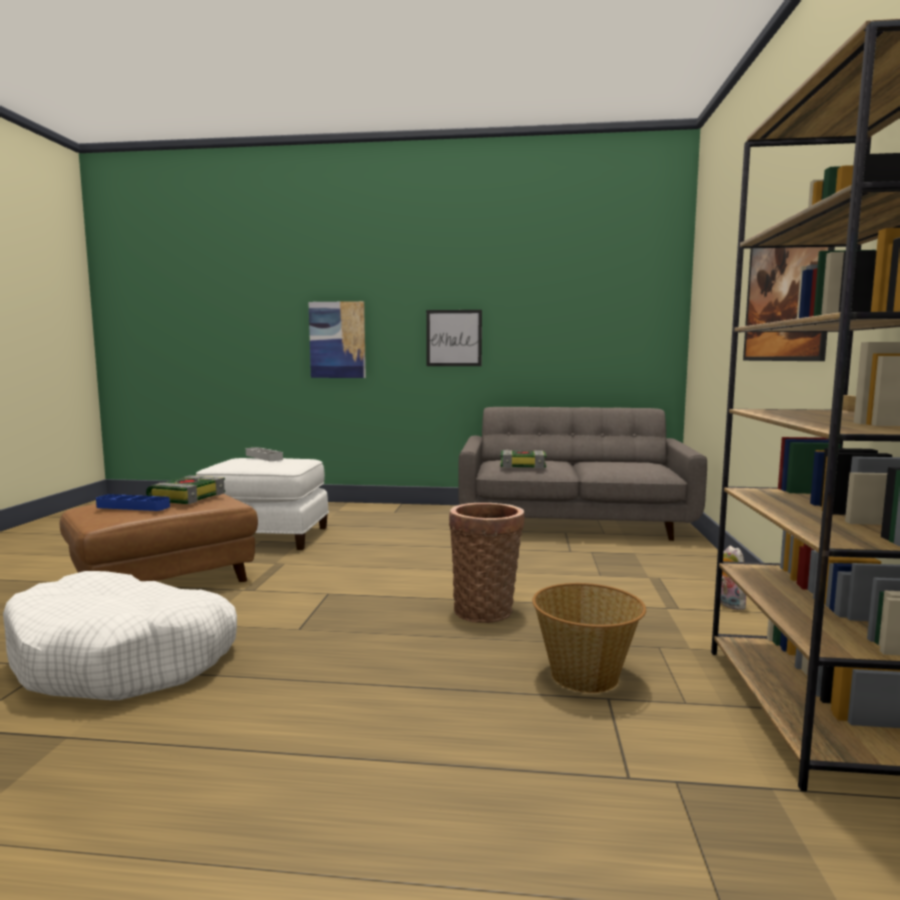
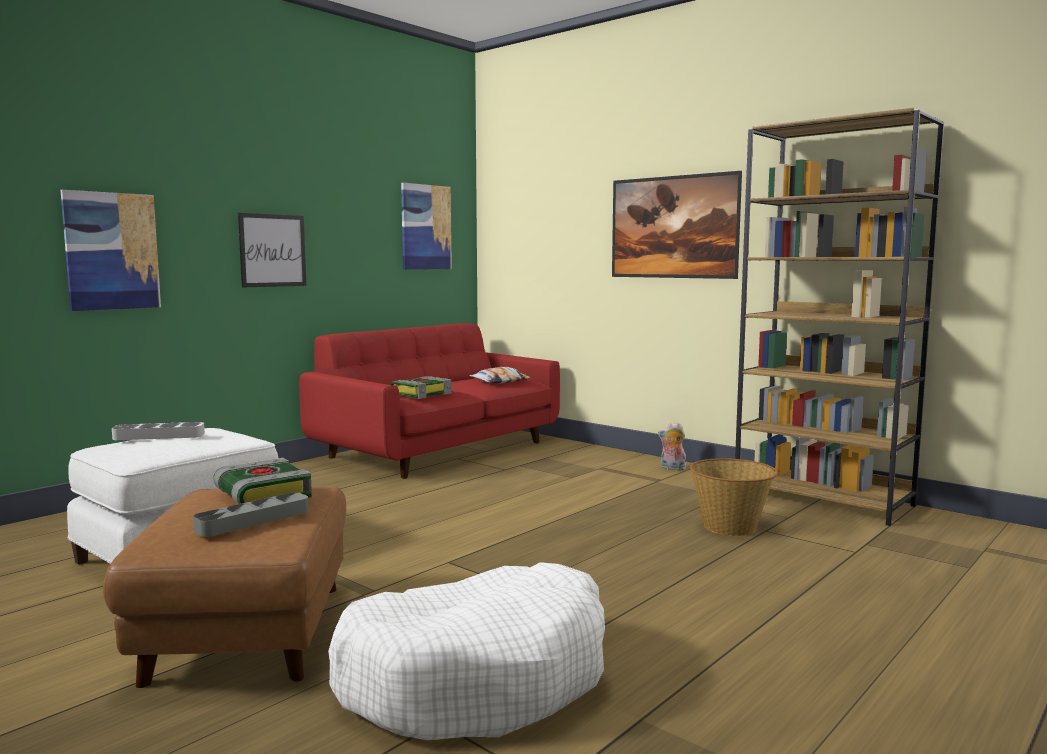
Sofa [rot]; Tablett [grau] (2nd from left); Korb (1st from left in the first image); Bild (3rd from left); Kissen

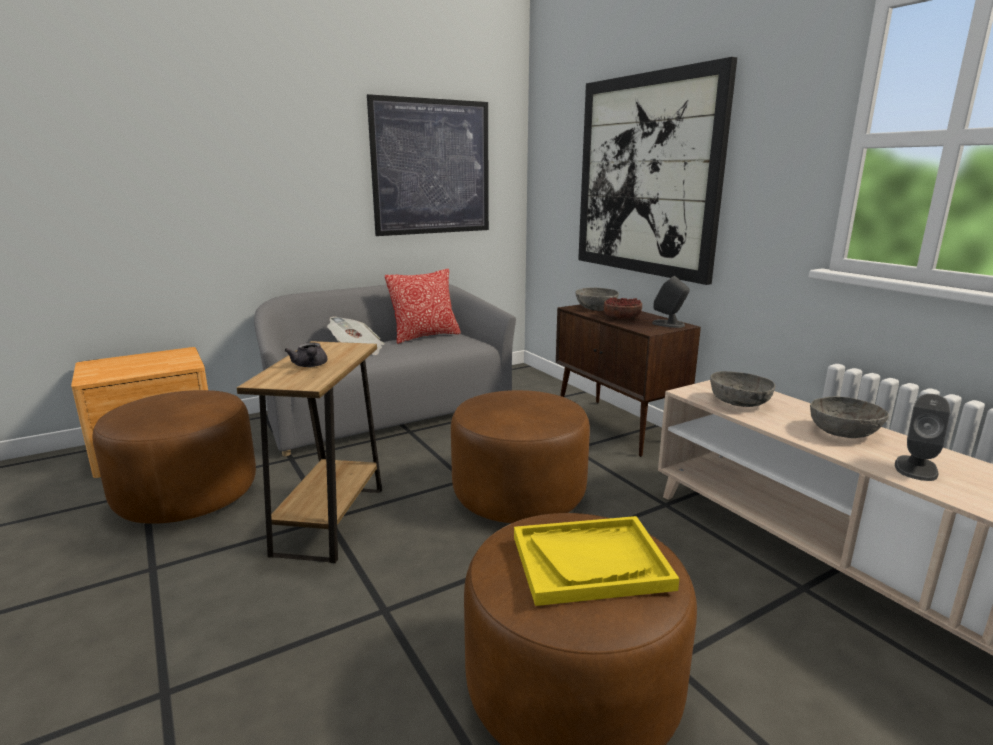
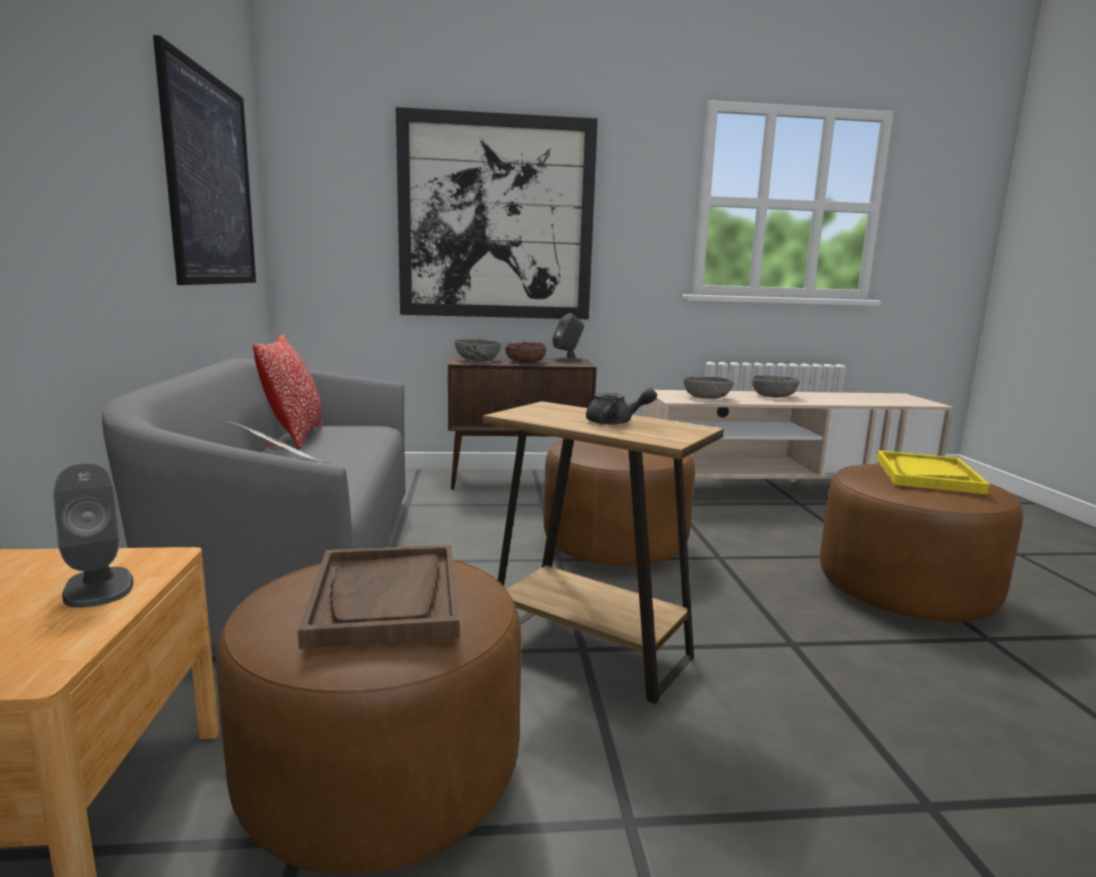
Lautsprecher [grau] (1st from left); Tablett [braun]

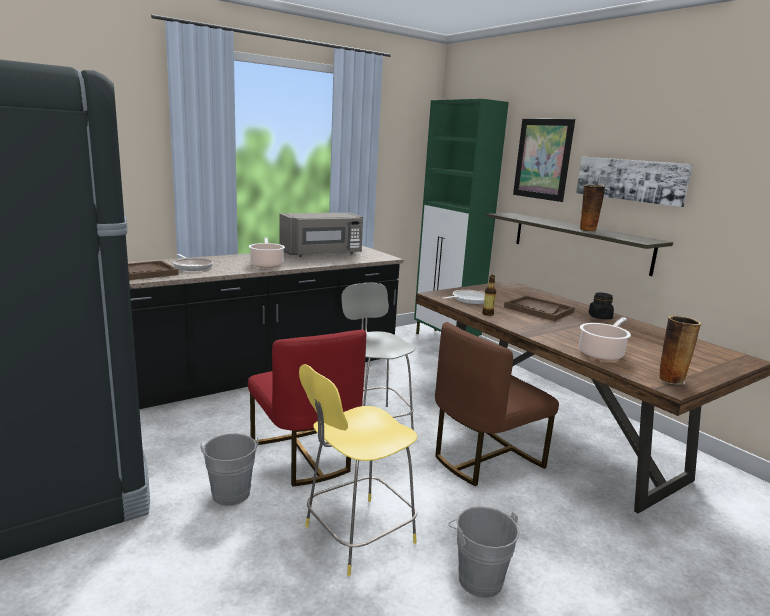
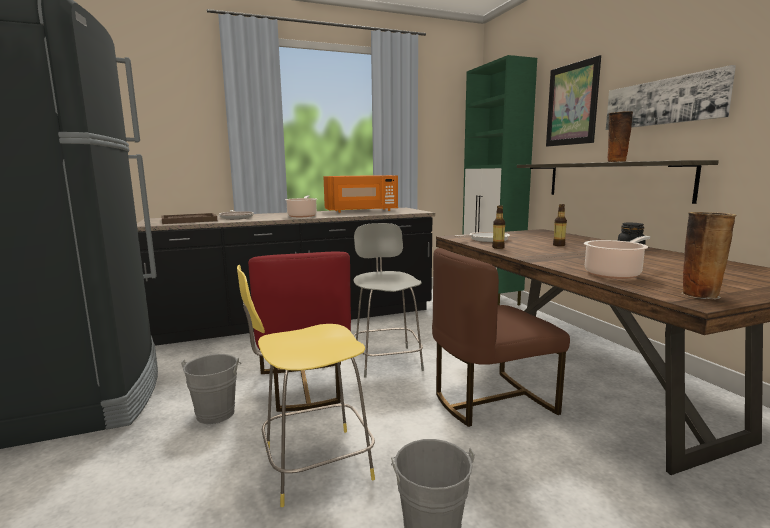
Mikrowelle [orange]; Flasche (2nd from left)

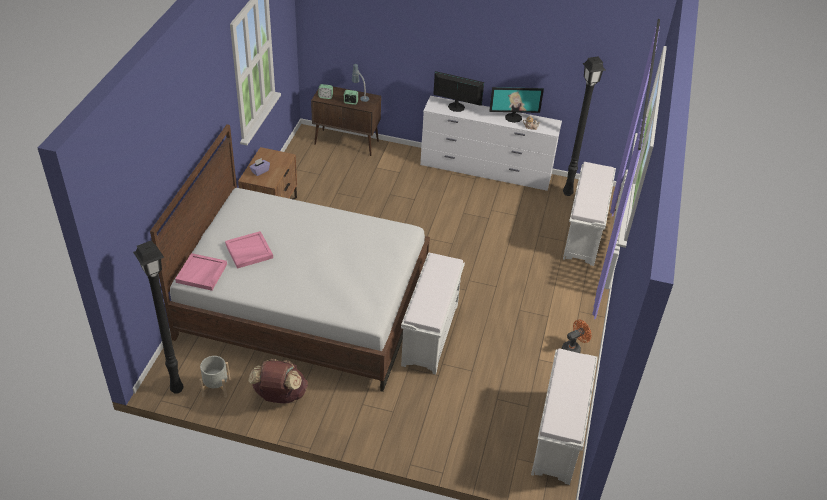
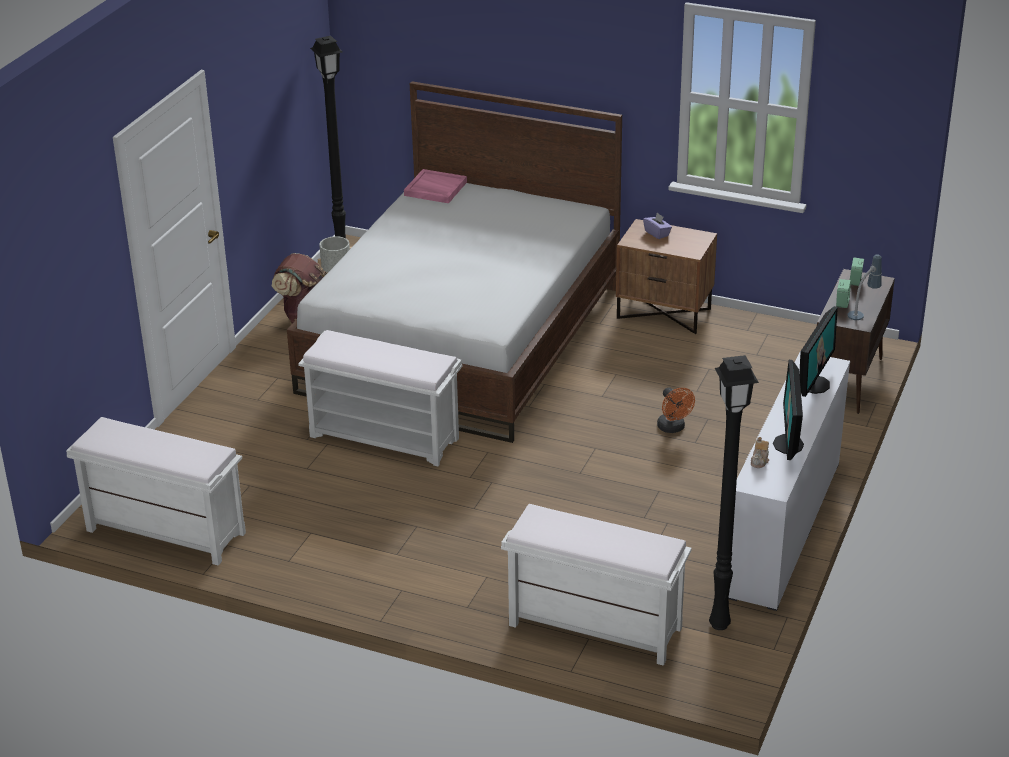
Tablett [rosa] (2nd from left in the first image); Ventilator [orange]

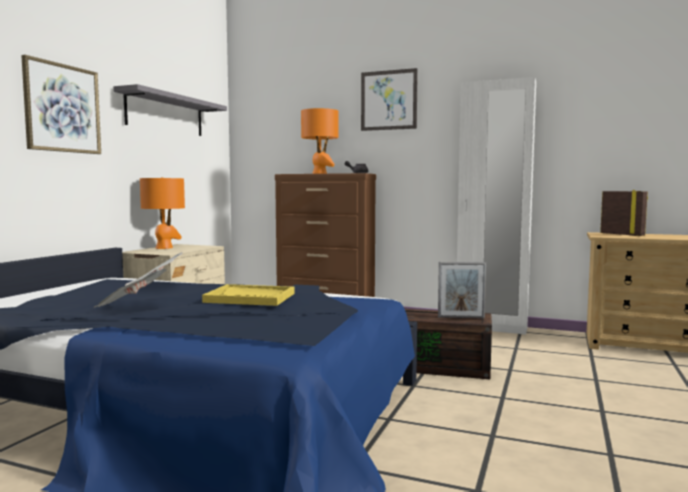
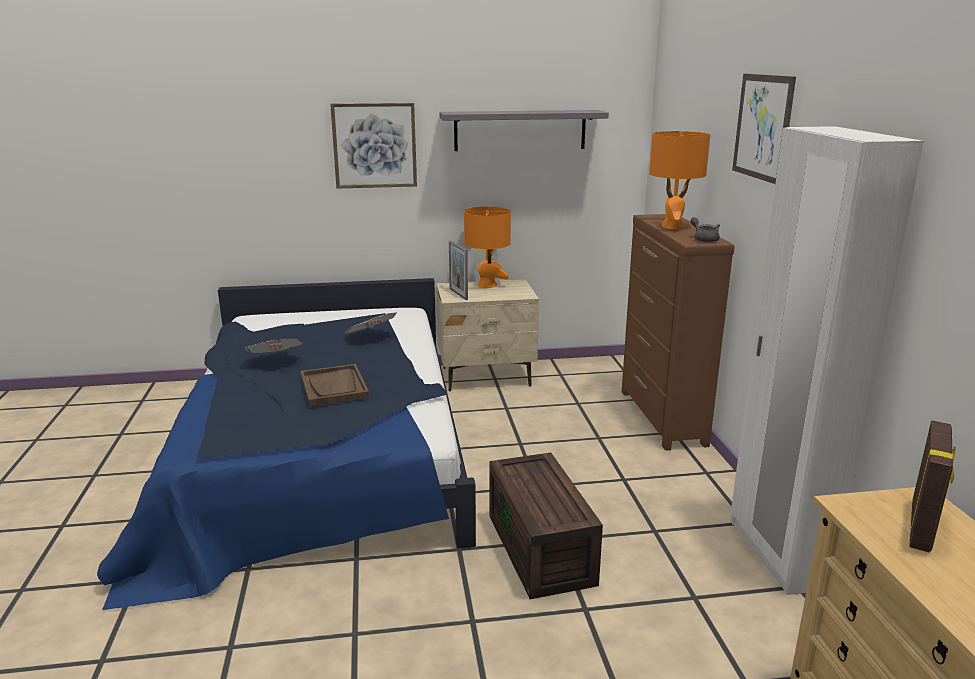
Bilderrahmen (1st from left); Tablett [braun]

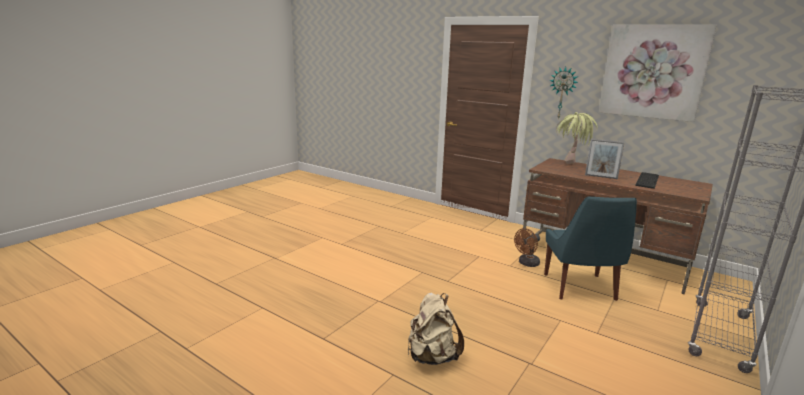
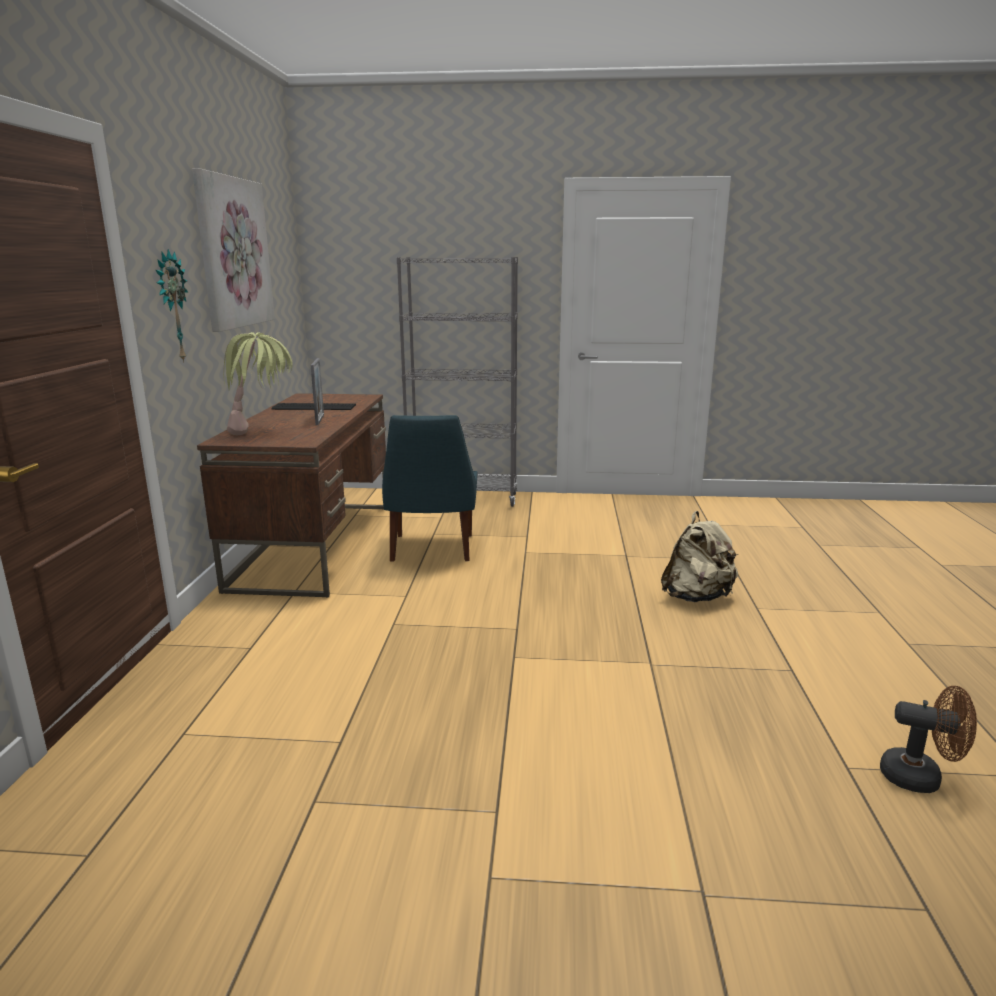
Stuhl [blau]; Ventilator [braun]

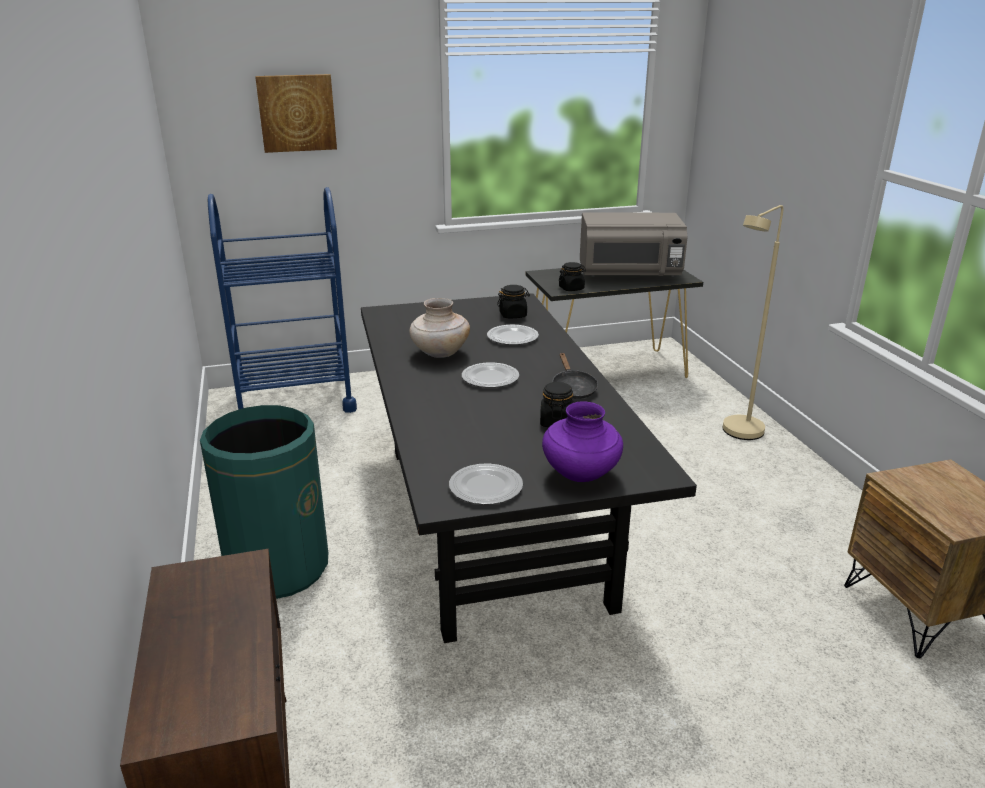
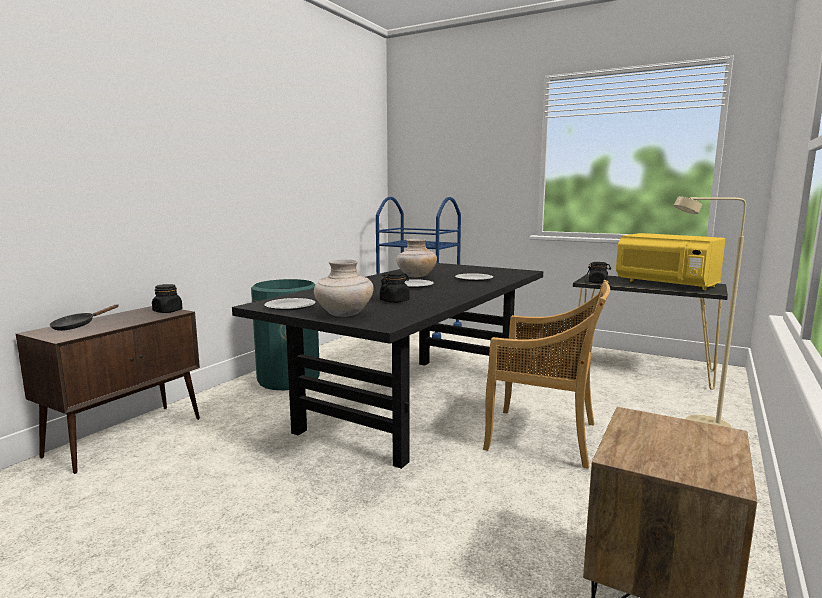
Bild; Mikrowelle [gelb]; Vorratsglas [schwarz] (1st from left); Pfanne [schwarz]; Vase [beige] (1st from left); Stuhl [beige]

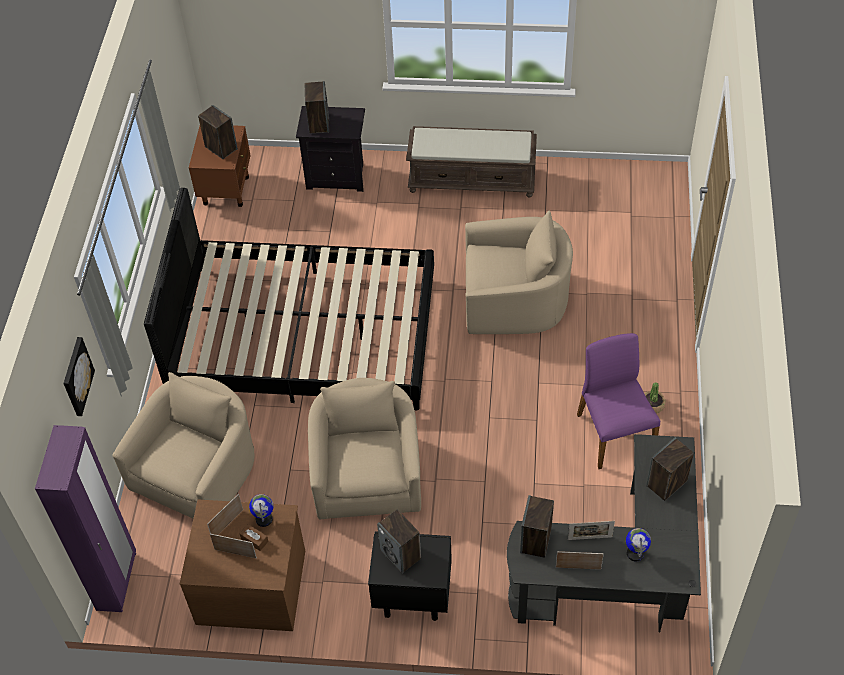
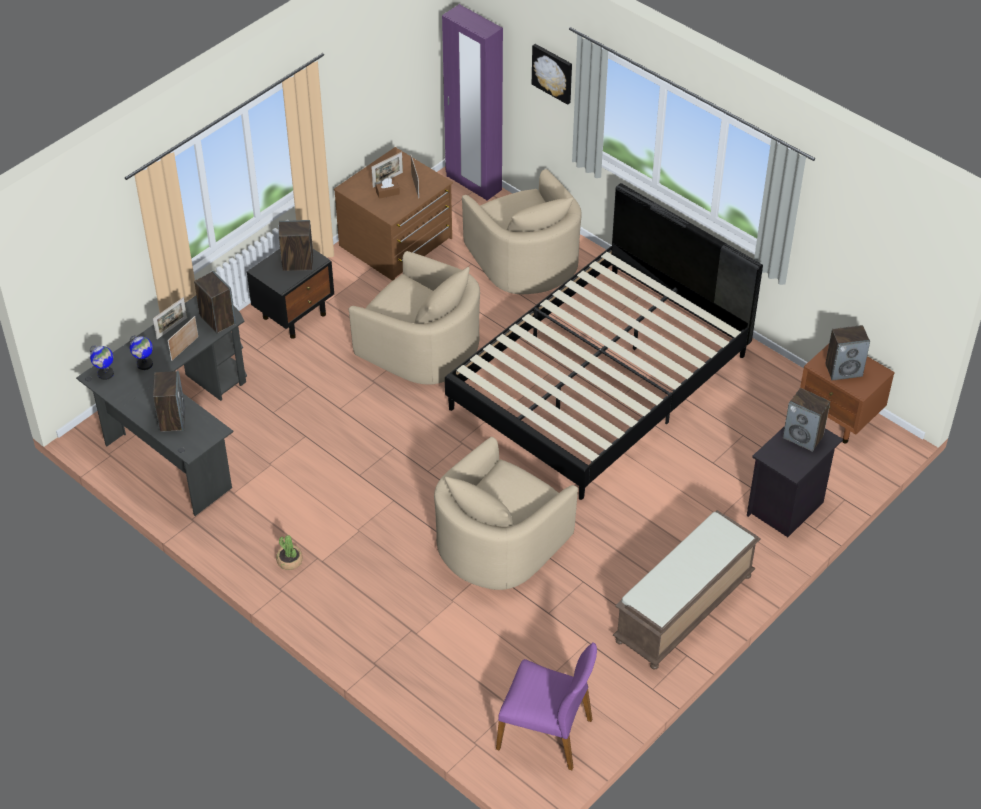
Stuhl [lila]; Globus (1st from left)

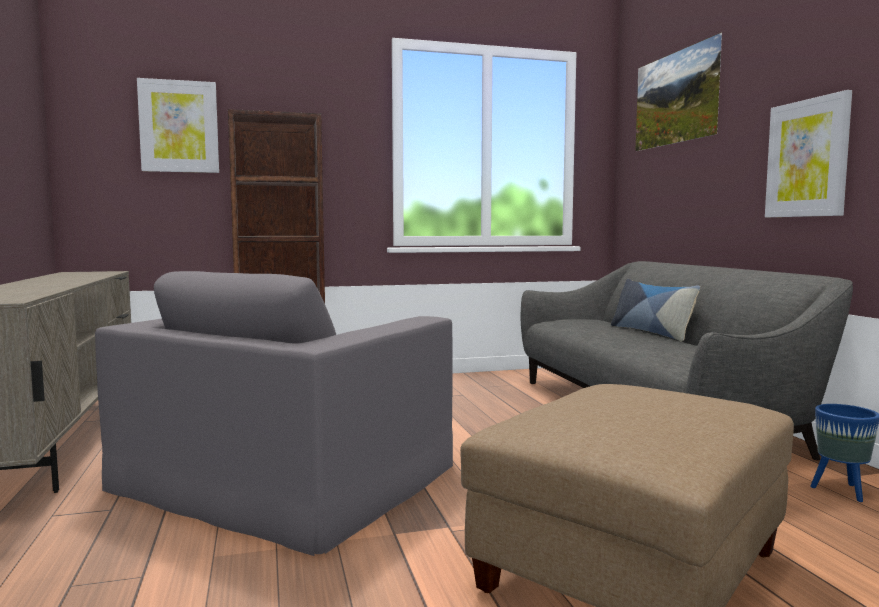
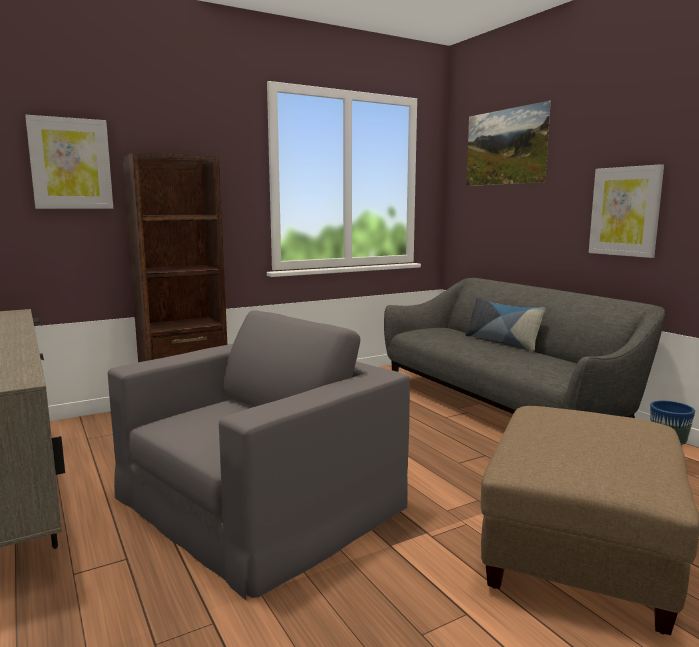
Sessel [grau]

